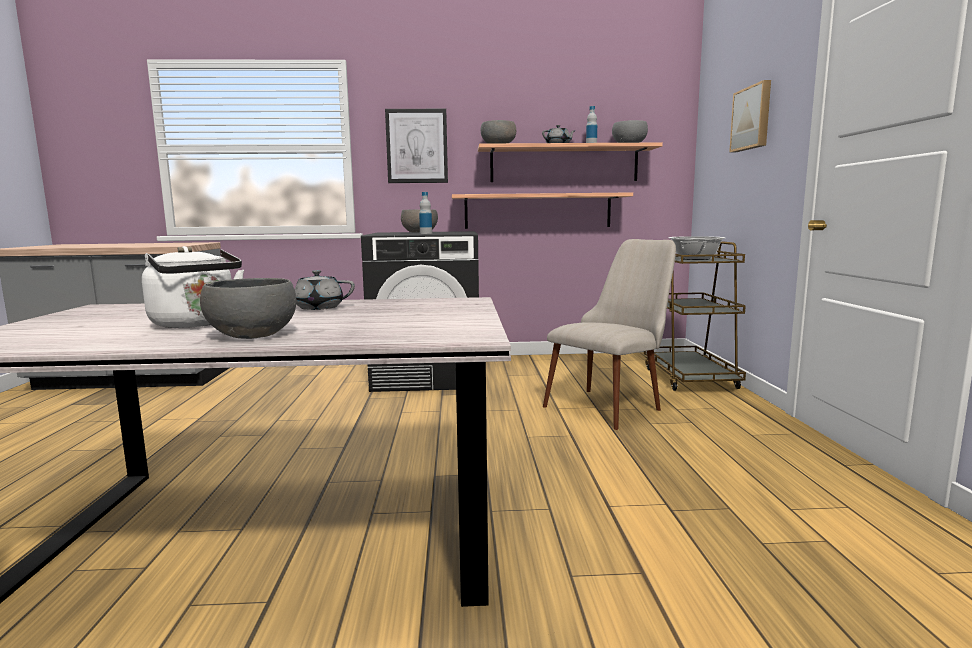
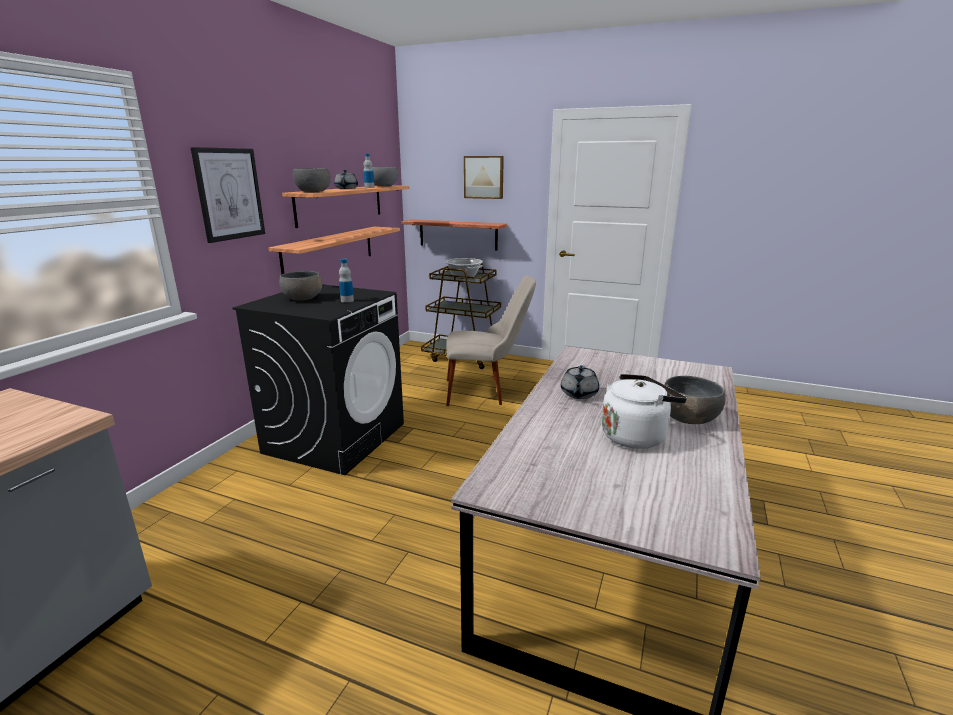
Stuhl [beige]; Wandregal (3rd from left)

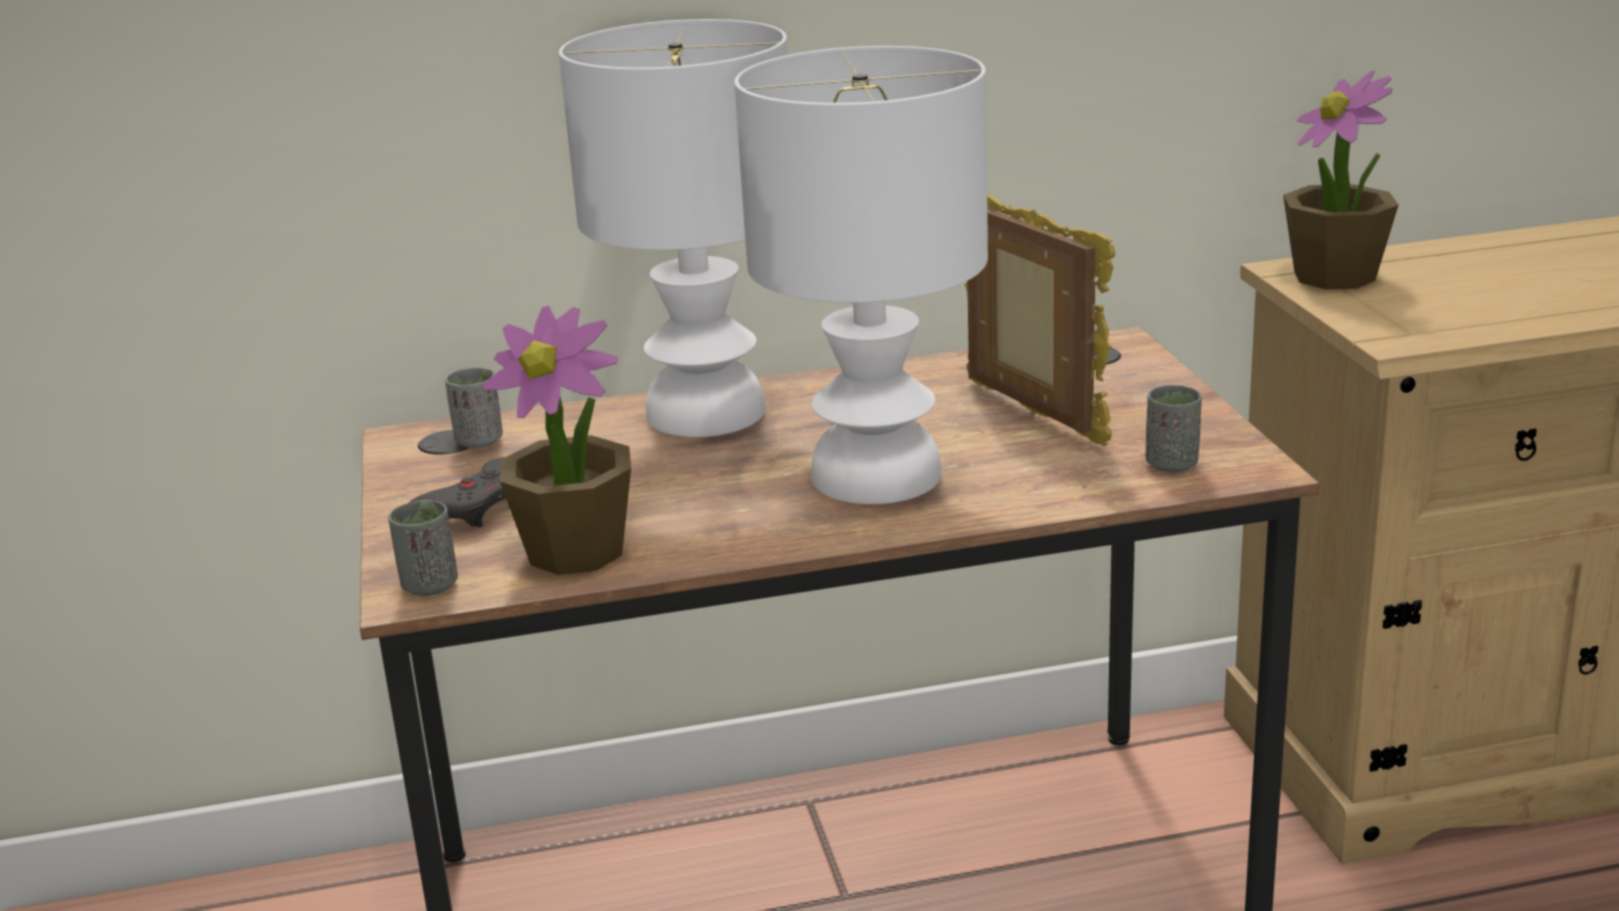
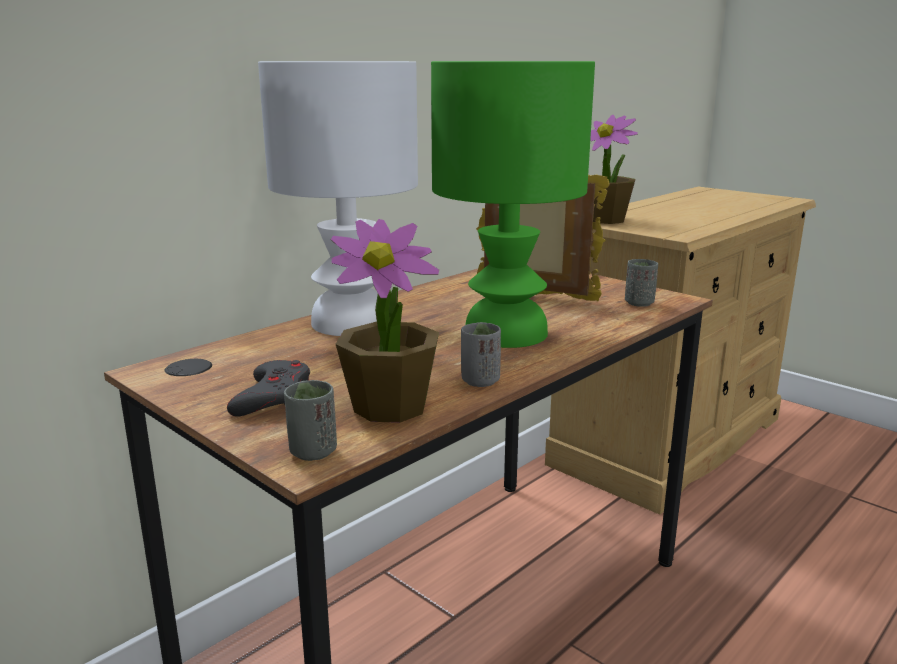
Tischlampe [grün]; Tasse [grau] (2nd from left)

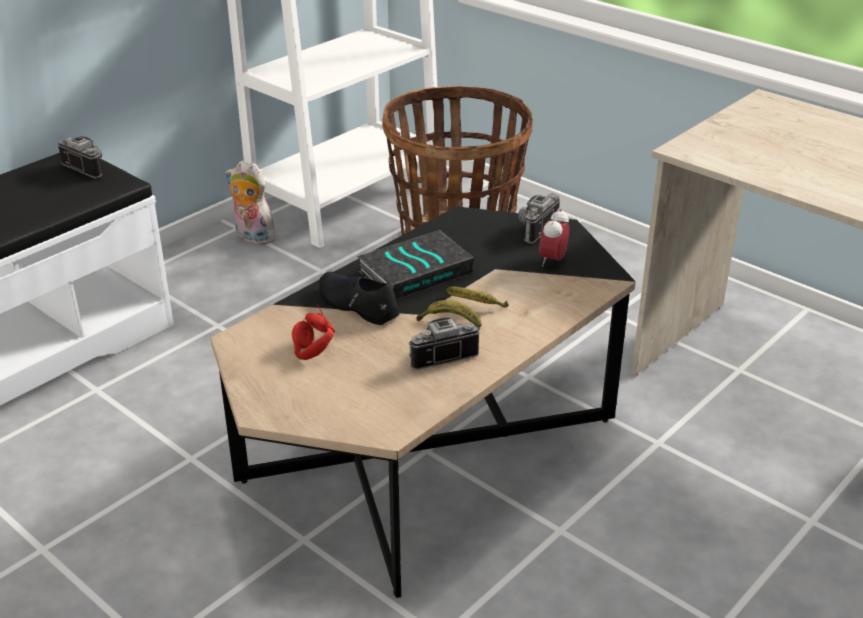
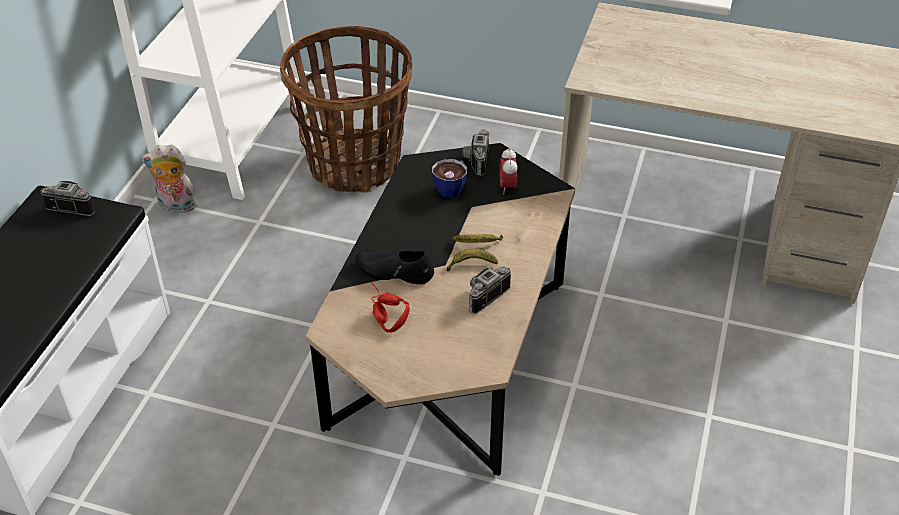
Buch; Tasse

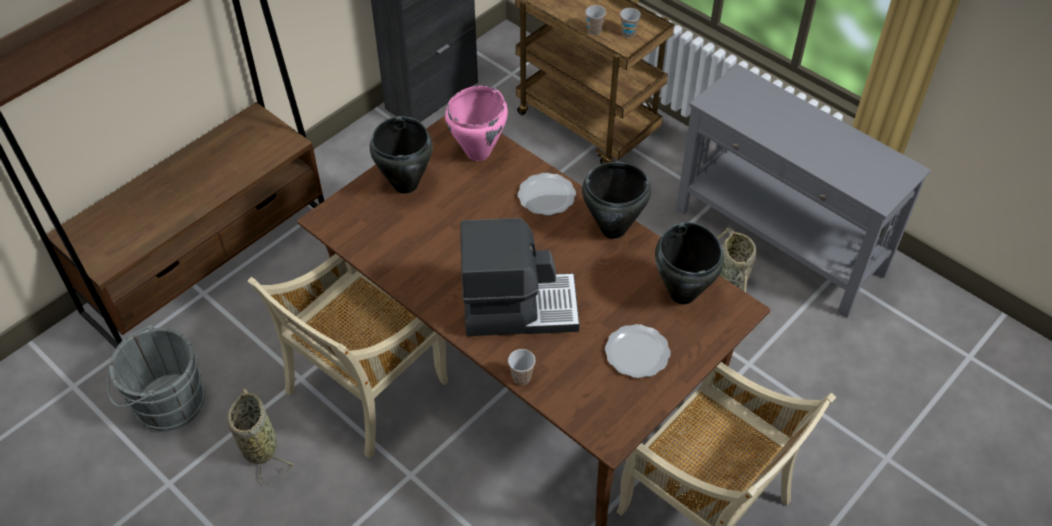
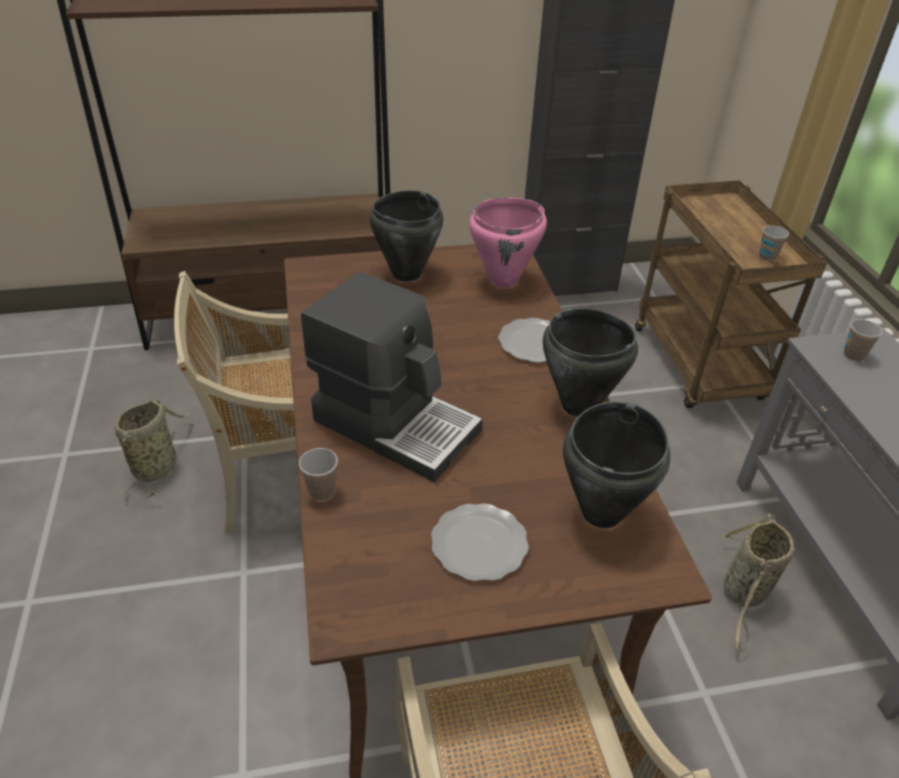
Tasse (3rd from left); Eimer [grau]

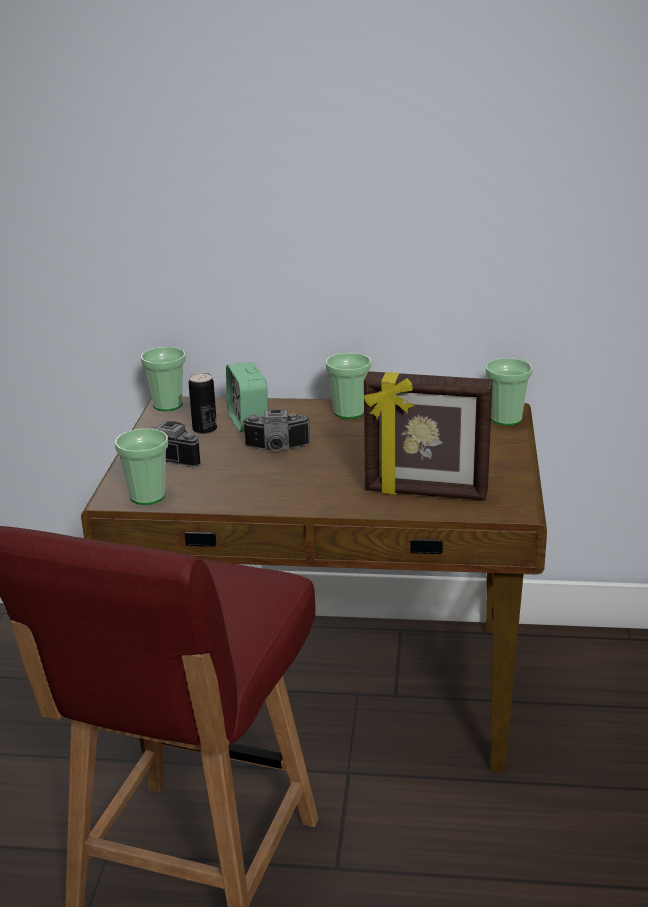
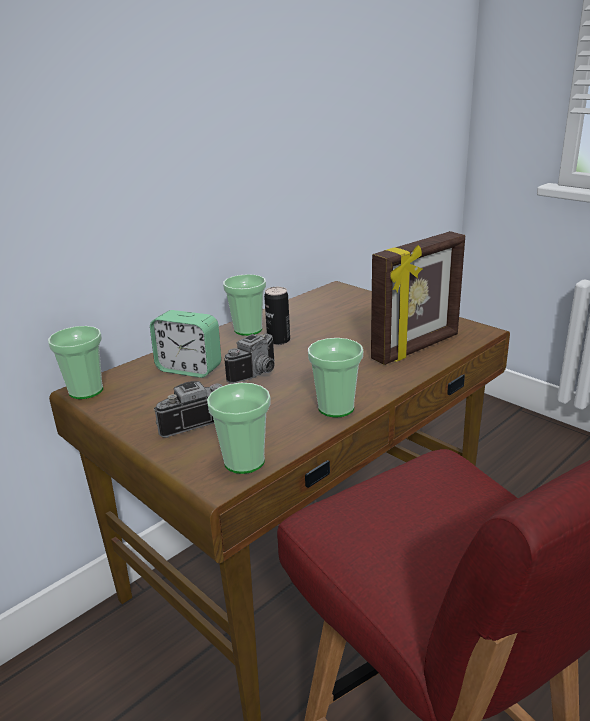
Tasse (4th from left); Dose

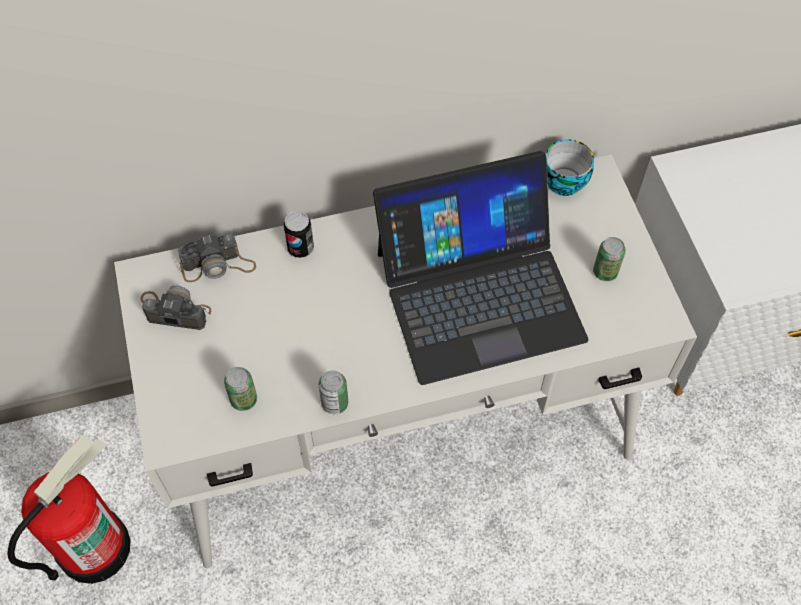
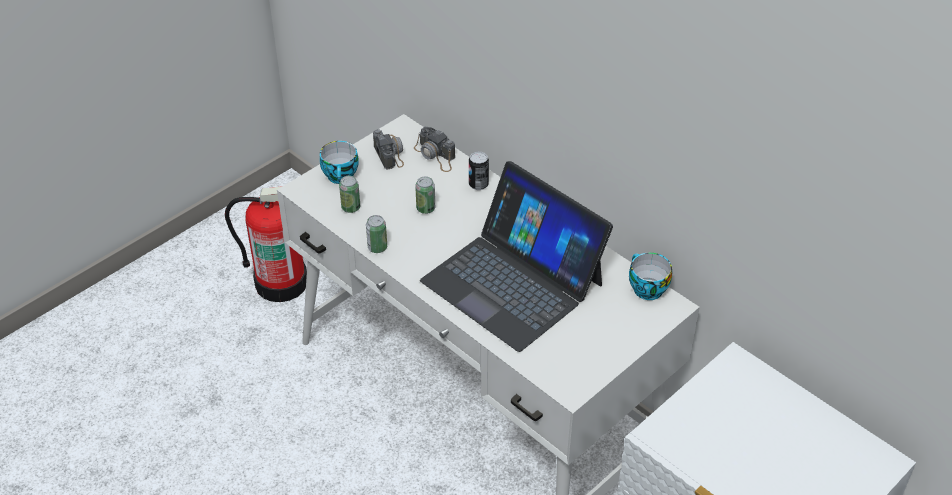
Dose (3rd from left); Tasse (1st from left)

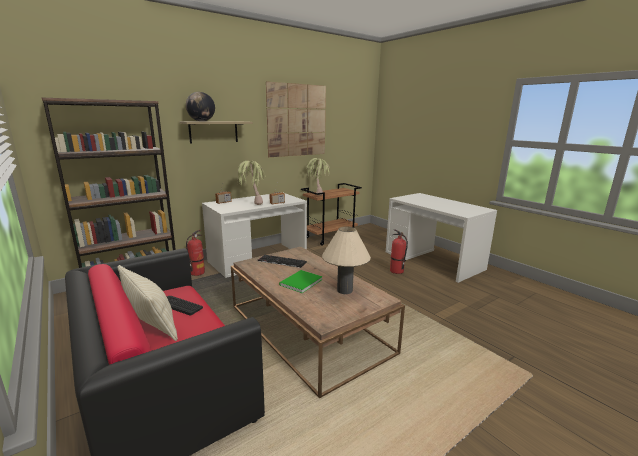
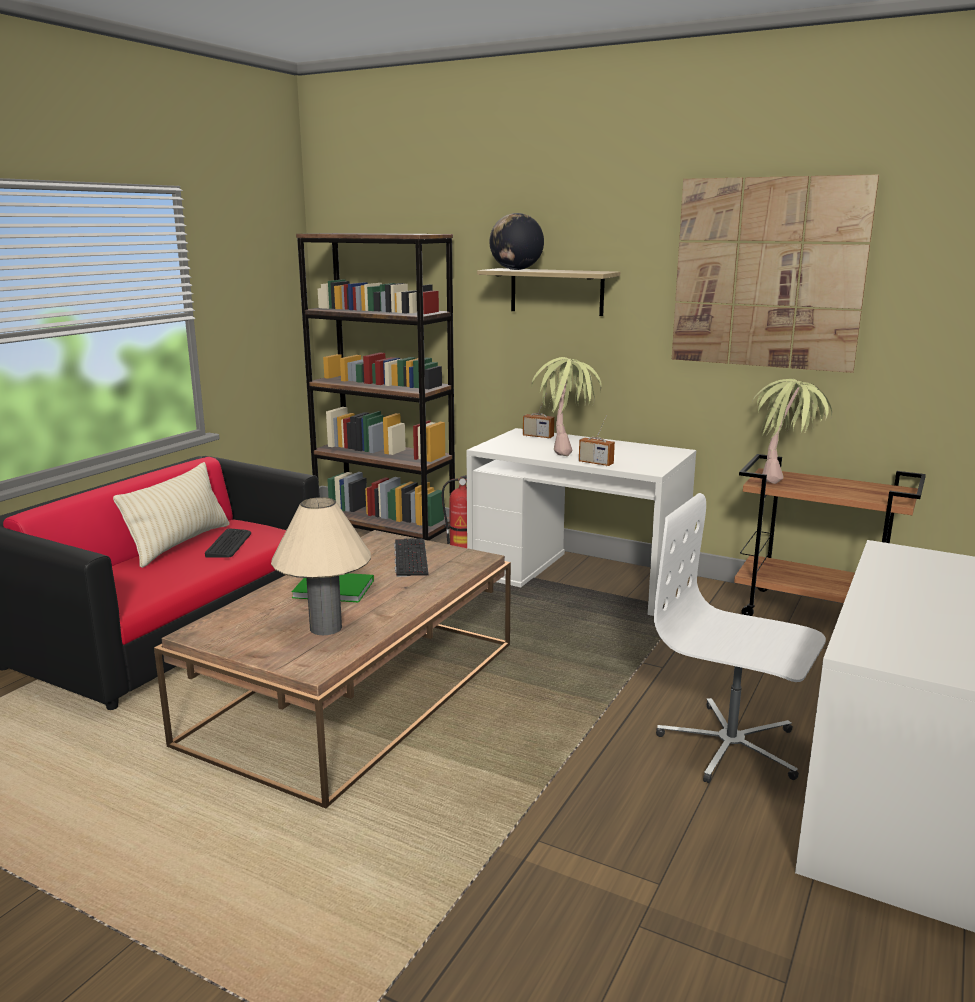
Bürostuhl [weiß]

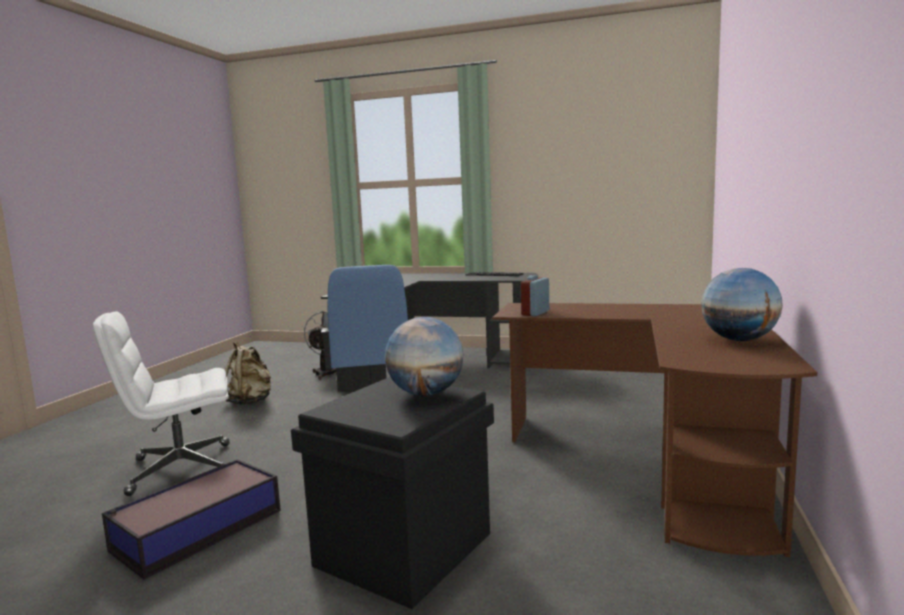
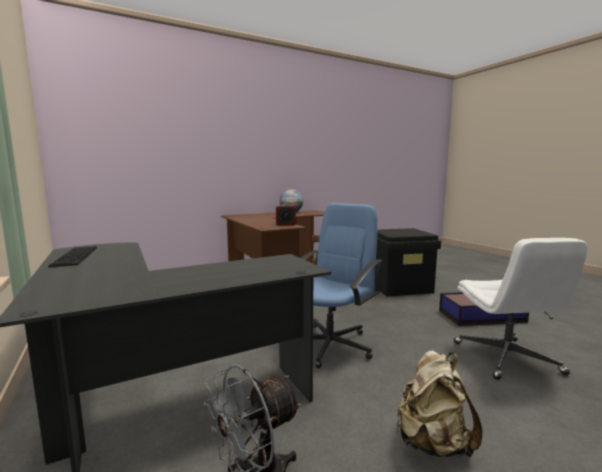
Bürostuhl [weiß]; Globus (1st from left in the first image)

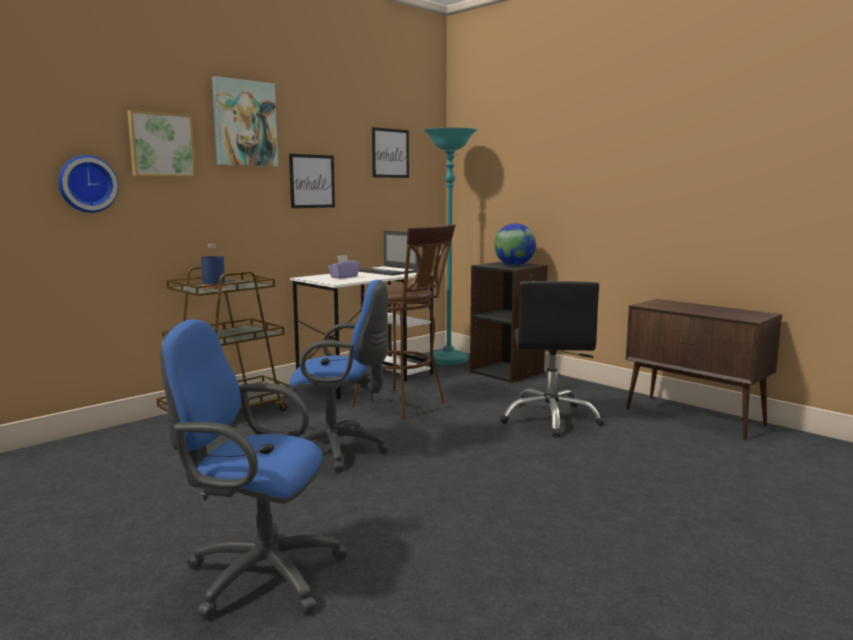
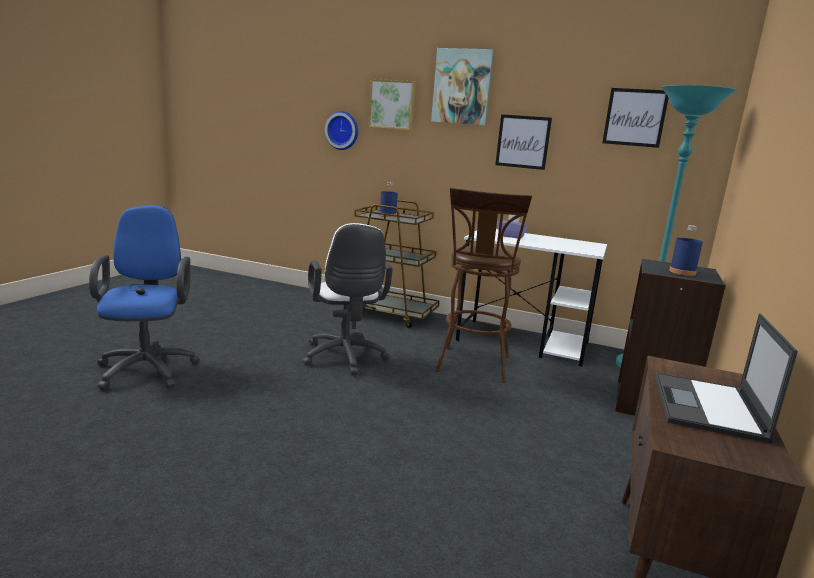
Flasche [blau] (2nd from left); Laptop; Bürostuhl [weiß]; Bürostuhl [schwarz]

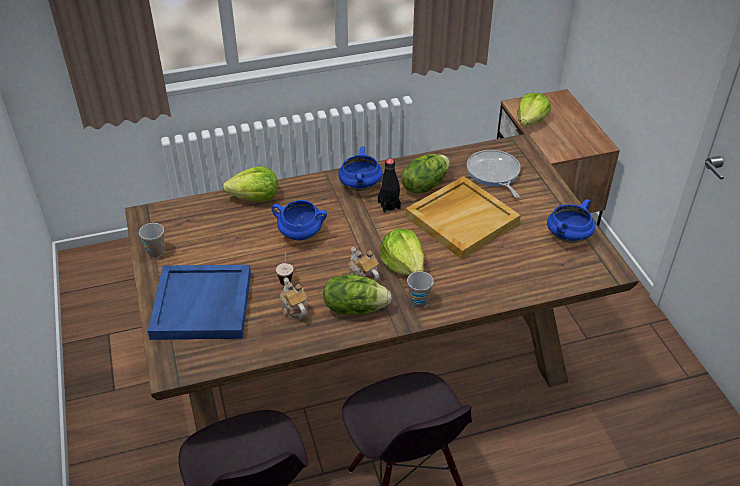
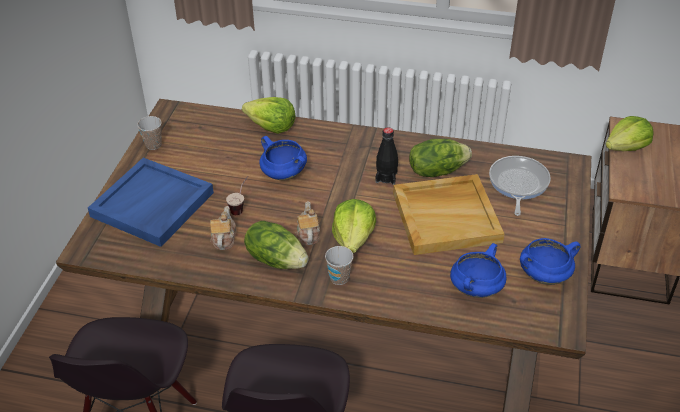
Kochtopf [blau] (2nd from left)

